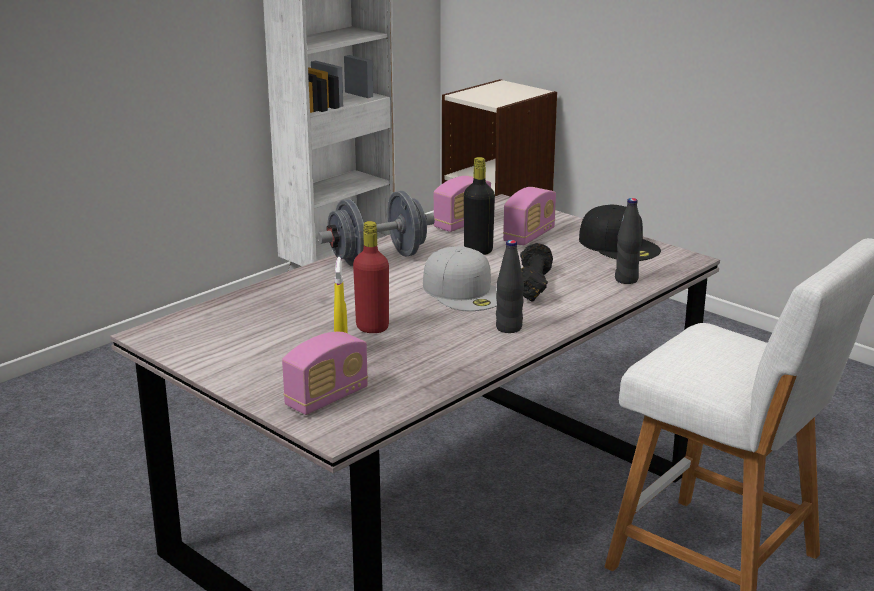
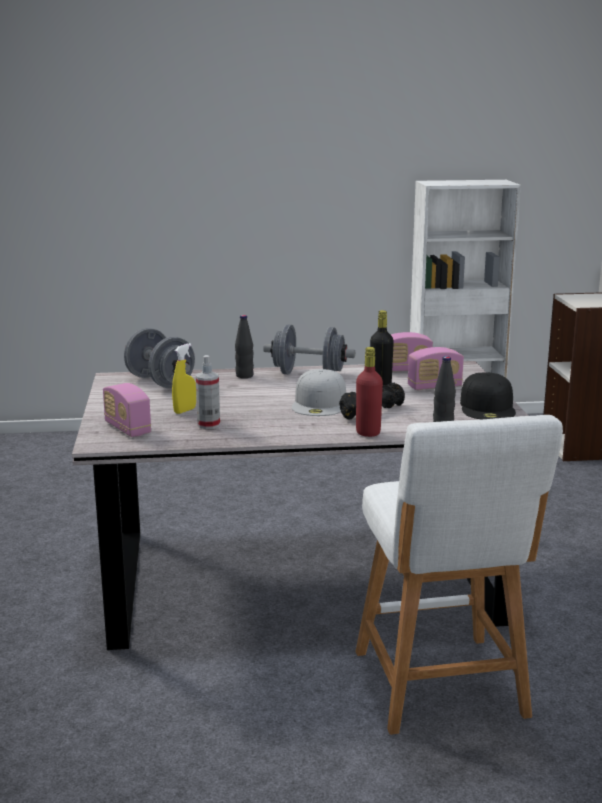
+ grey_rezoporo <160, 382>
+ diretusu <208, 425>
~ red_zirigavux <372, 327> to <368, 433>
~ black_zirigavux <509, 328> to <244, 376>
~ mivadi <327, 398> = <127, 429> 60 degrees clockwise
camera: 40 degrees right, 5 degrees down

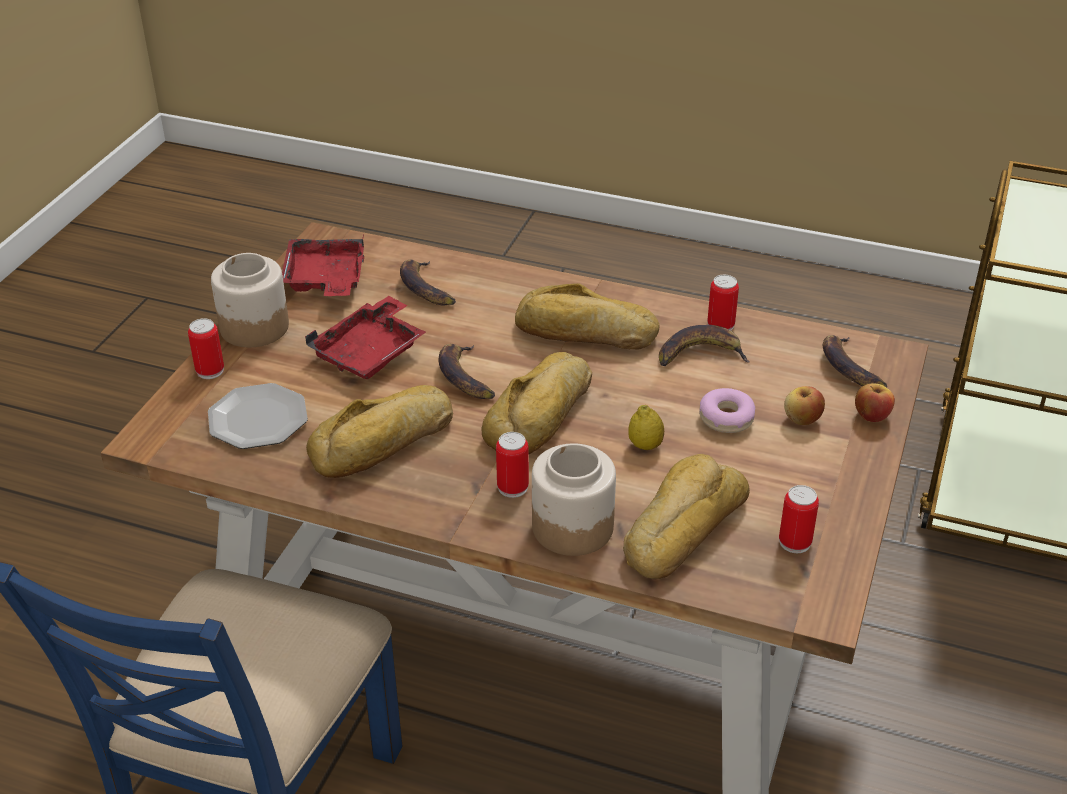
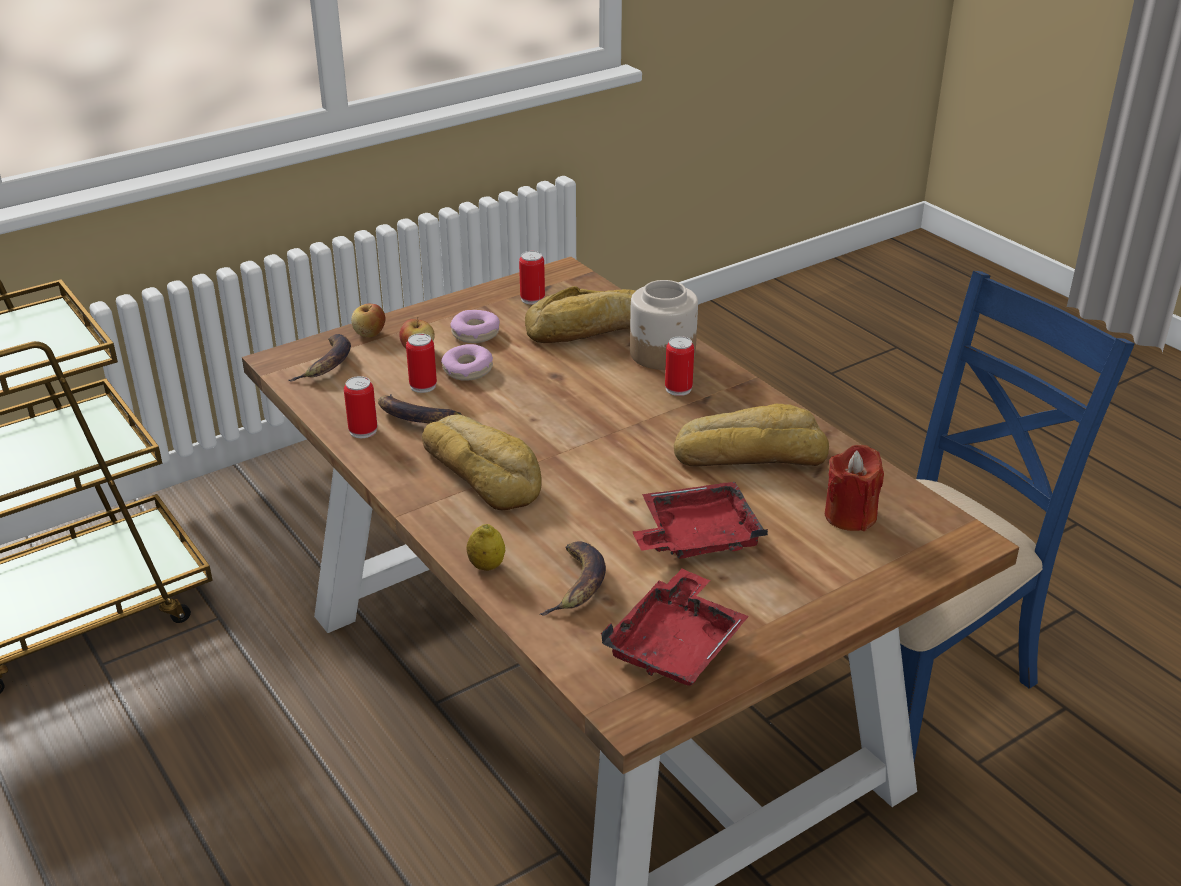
- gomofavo <254, 327>
- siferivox <464, 377>
- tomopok <543, 415>
+ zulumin <476, 333>
~ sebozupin <210, 371> to <423, 386>
~ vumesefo <645, 445> to <486, 566>
~ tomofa <259, 420> to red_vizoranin <850, 515>
camera: 145 degrees left, 5 degrees down

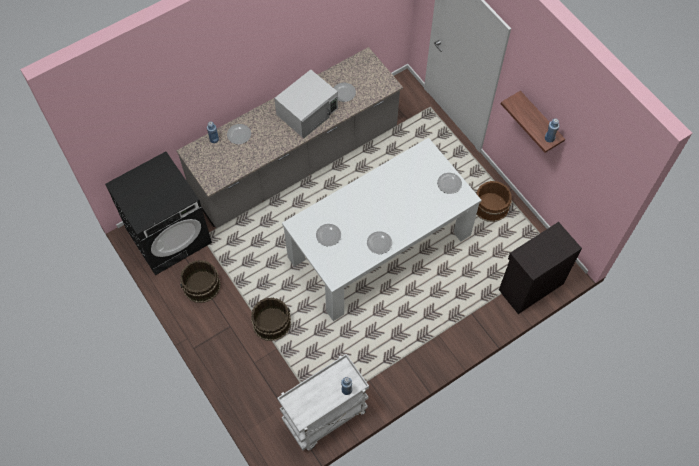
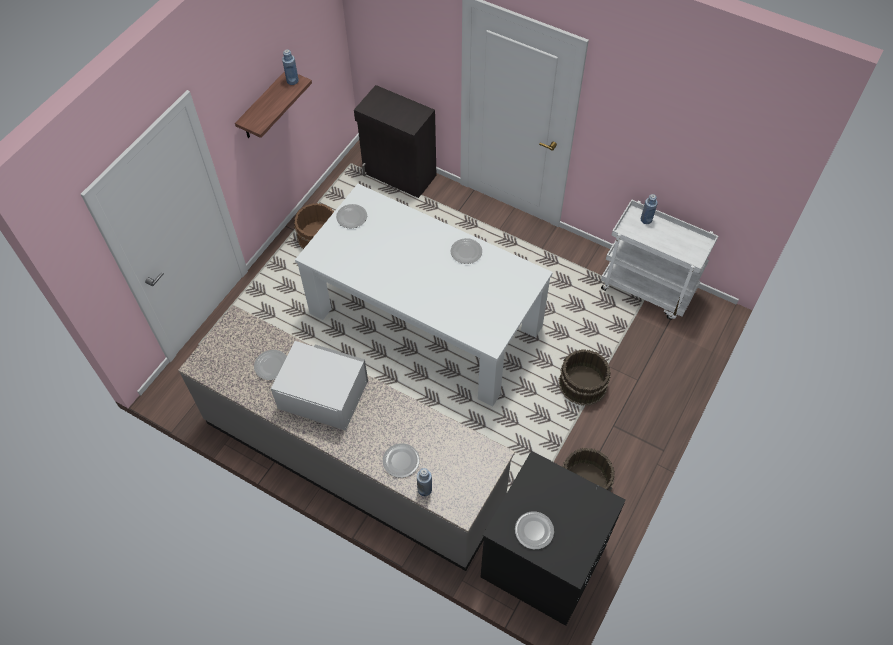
~ tomofa <328, 235> to <533, 531>
camera: 115 degrees left, 5 degrees down

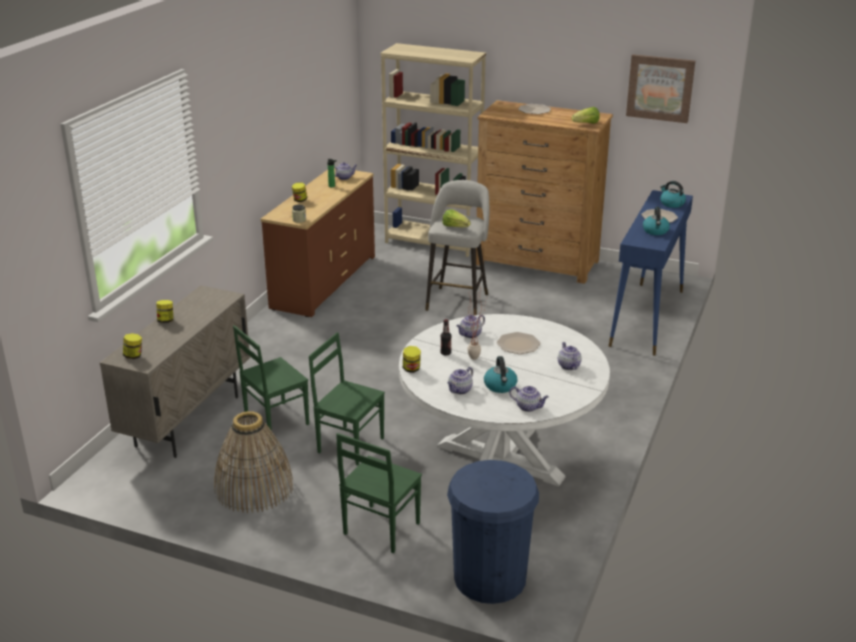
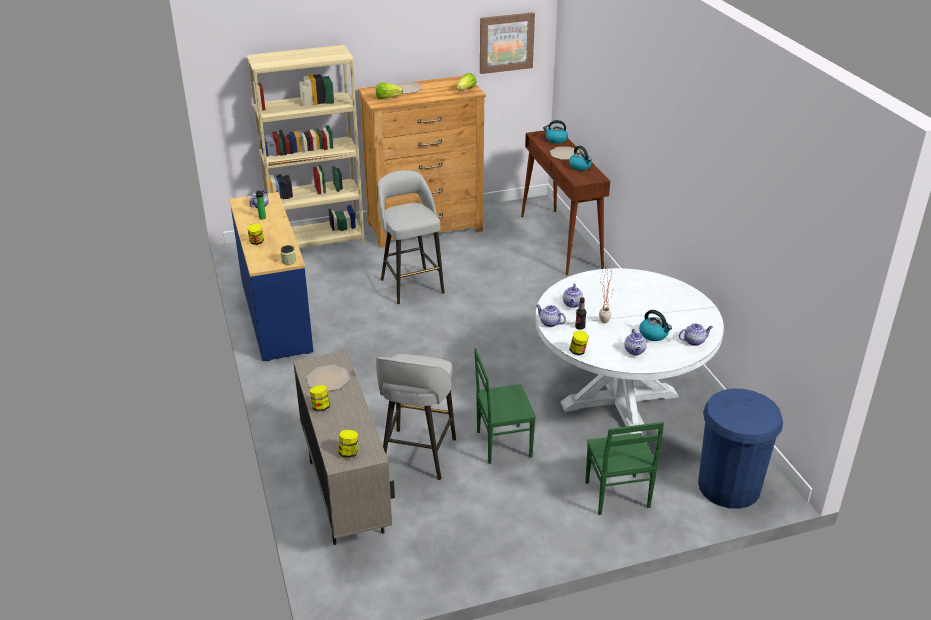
- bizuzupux <254, 488>
~ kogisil <455, 227> to <387, 98>
~ tomofa <518, 344> to <328, 379>
~ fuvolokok <568, 366> to <549, 323>
~ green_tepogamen <275, 420> to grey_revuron <417, 456>
~ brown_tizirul <323, 282> to blue_tizirul <275, 315>
~ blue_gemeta <647, 318> to brown_gemeta <561, 241>
camera: 40 degrees left, 5 degrees up

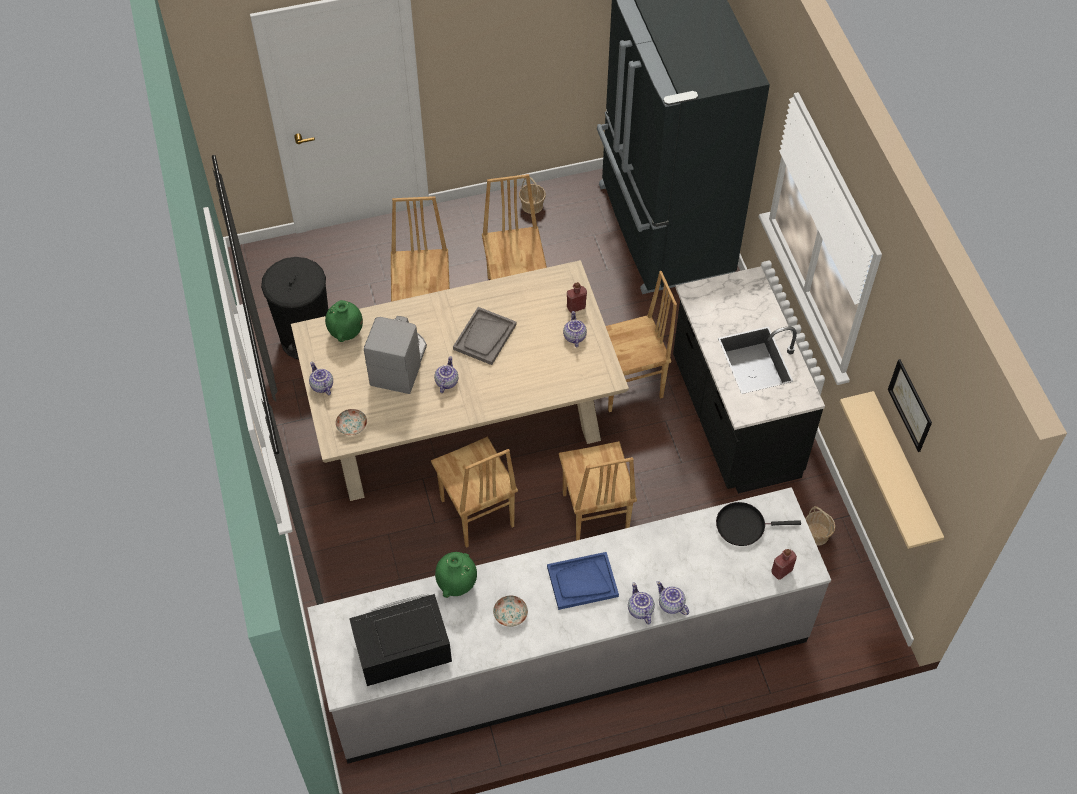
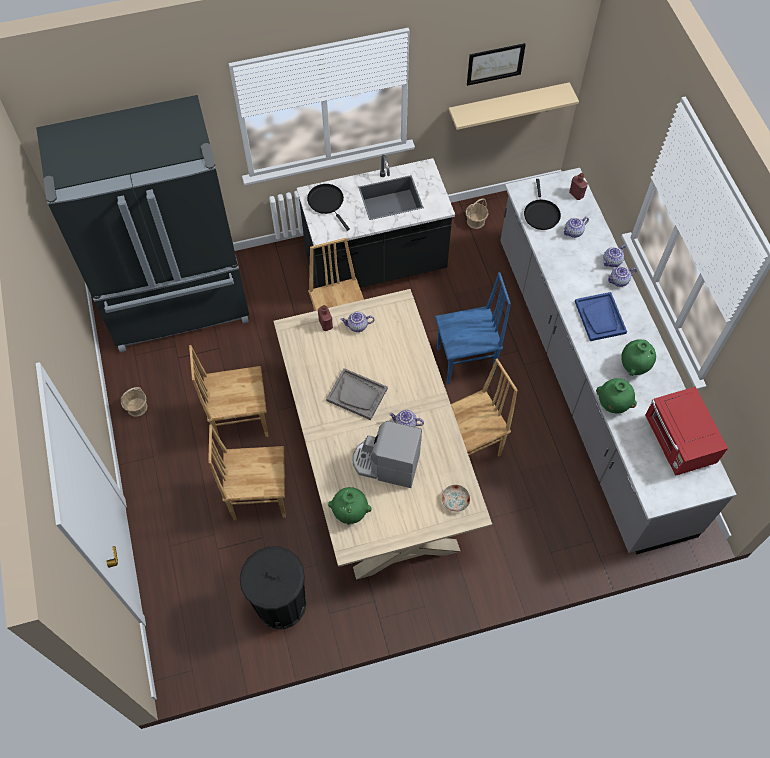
+ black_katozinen <327, 202>
~ fuvolokok <321, 386> to <573, 232>
~ tomofa <511, 614> to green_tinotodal <634, 366>
~ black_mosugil <401, 652> to red_mosugil <678, 442>
~ brown_tepogamen <594, 515> to blue_tepogamen <466, 362>
camera: 90 degrees left, 5 degrees up

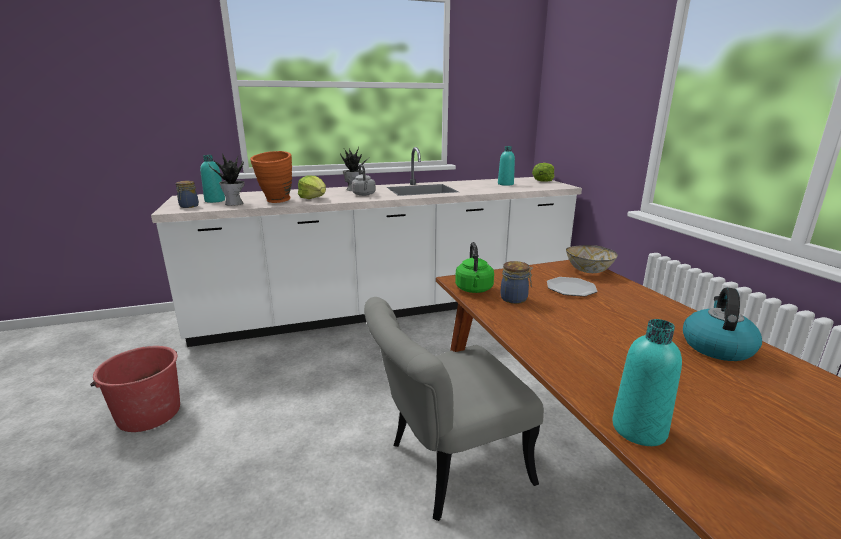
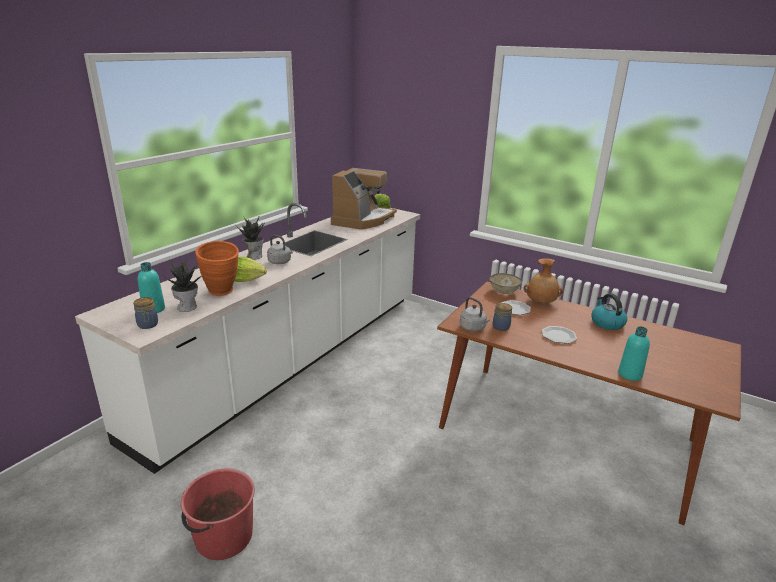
- grey_tepogamen <446, 467>
+ brown_tinotodal <541, 302>
+ tomofa <558, 336>
~ turquoise_zirigavux <505, 184> to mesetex <363, 220>
~ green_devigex <474, 290> to grey_devigex <473, 328>
camera: 40 degrees left, 5 degrees up

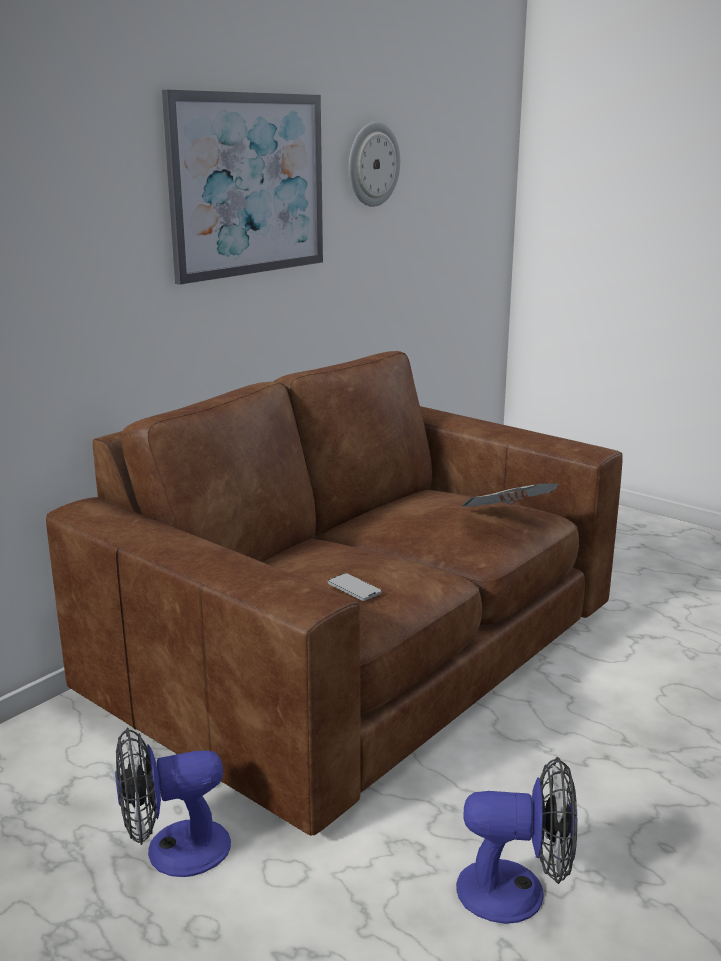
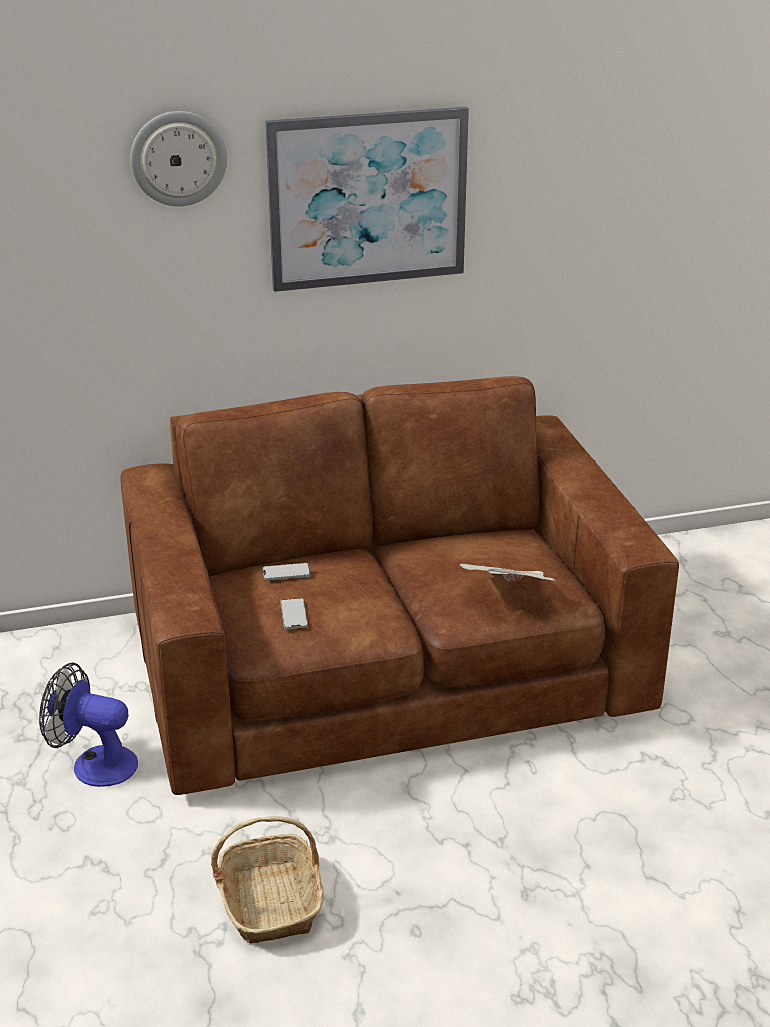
+ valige <286, 572>
~ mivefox <372, 164> to <178, 158>
~ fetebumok <517, 892> to bizuzupux <270, 901>
camera: 35 degrees right, 10 degrees up

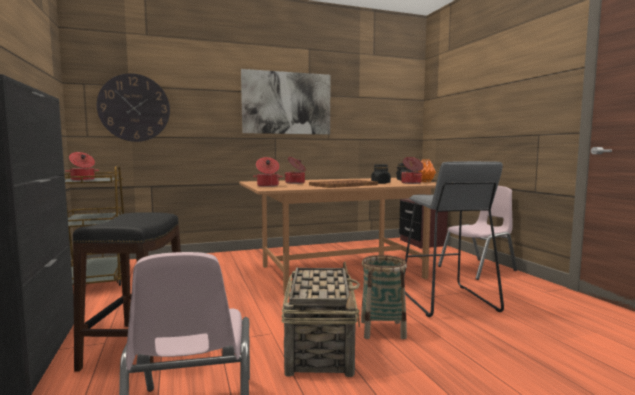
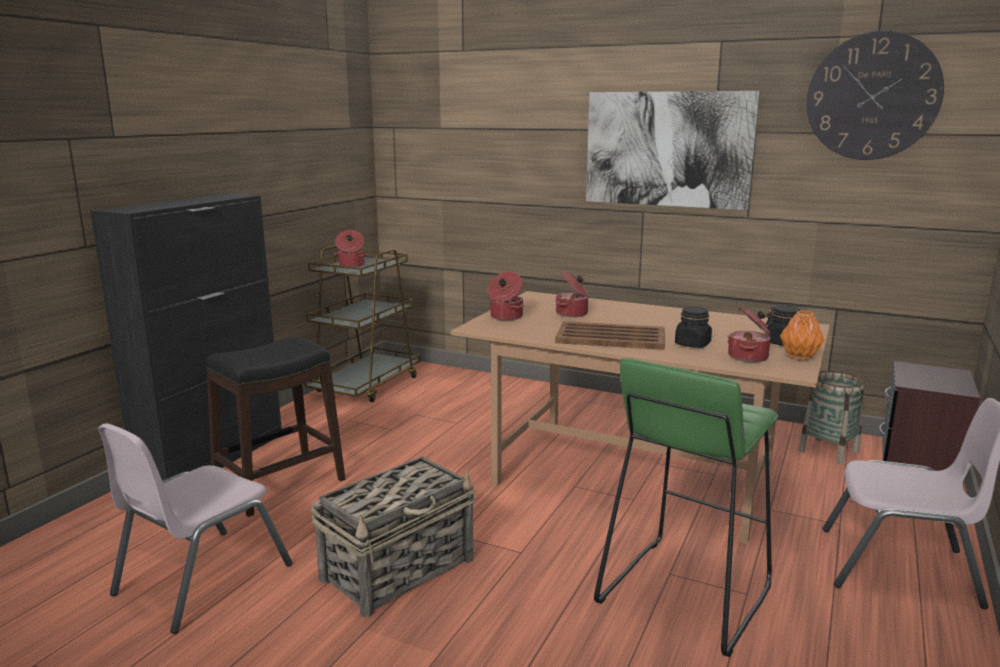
~ mivefox <134, 108> to <872, 96>
~ bizuzupux <382, 330> to <829, 451>
~ grey_revuron <447, 301> to green_revuron <683, 594>
camera: 45 degrees right, 10 degrees up

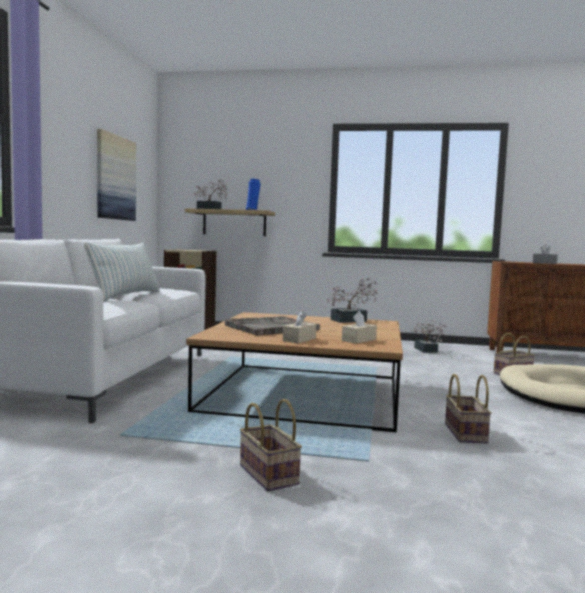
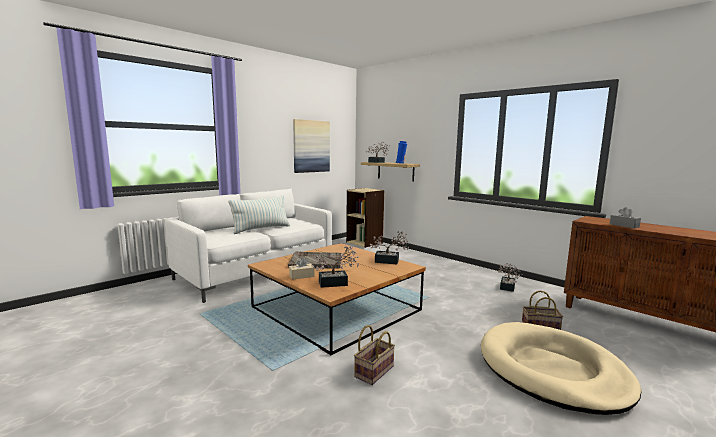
- bizuzupux <266, 474>
~ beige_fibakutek <359, 340> to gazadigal <336, 283>
camera: 35 degrees right, 5 degrees up

